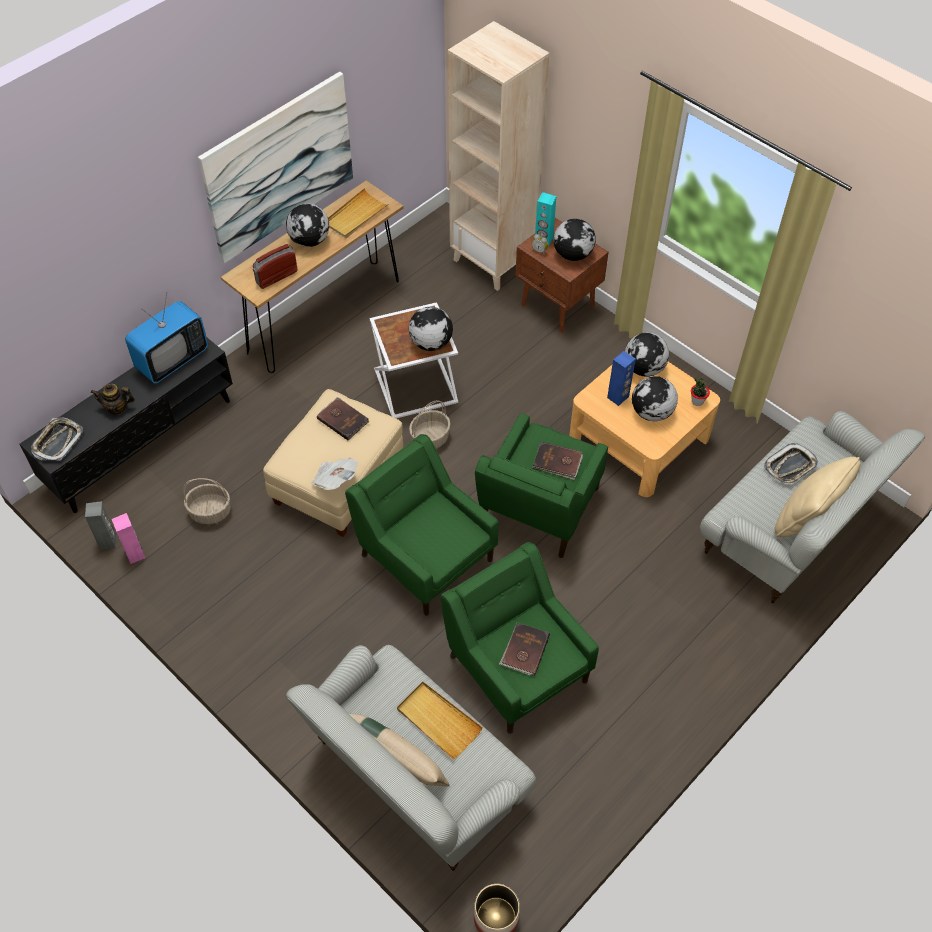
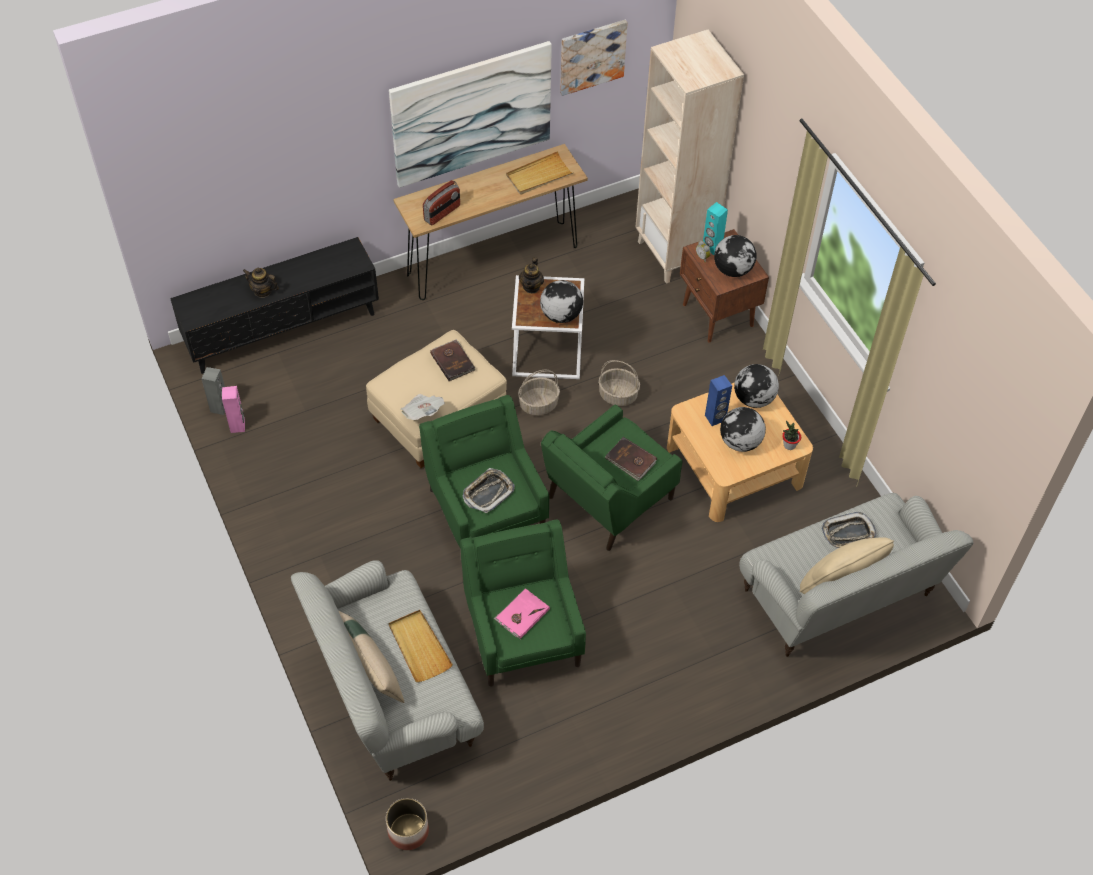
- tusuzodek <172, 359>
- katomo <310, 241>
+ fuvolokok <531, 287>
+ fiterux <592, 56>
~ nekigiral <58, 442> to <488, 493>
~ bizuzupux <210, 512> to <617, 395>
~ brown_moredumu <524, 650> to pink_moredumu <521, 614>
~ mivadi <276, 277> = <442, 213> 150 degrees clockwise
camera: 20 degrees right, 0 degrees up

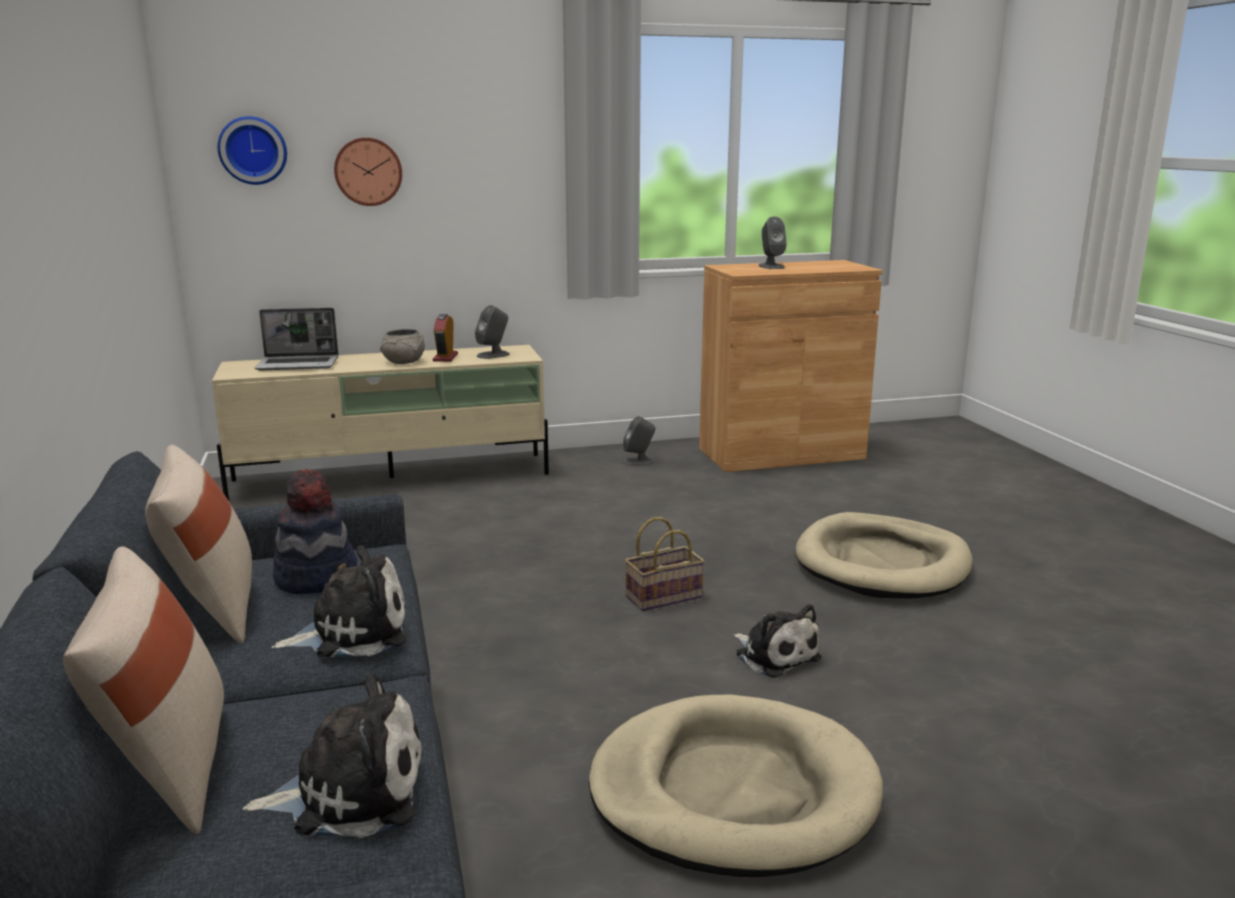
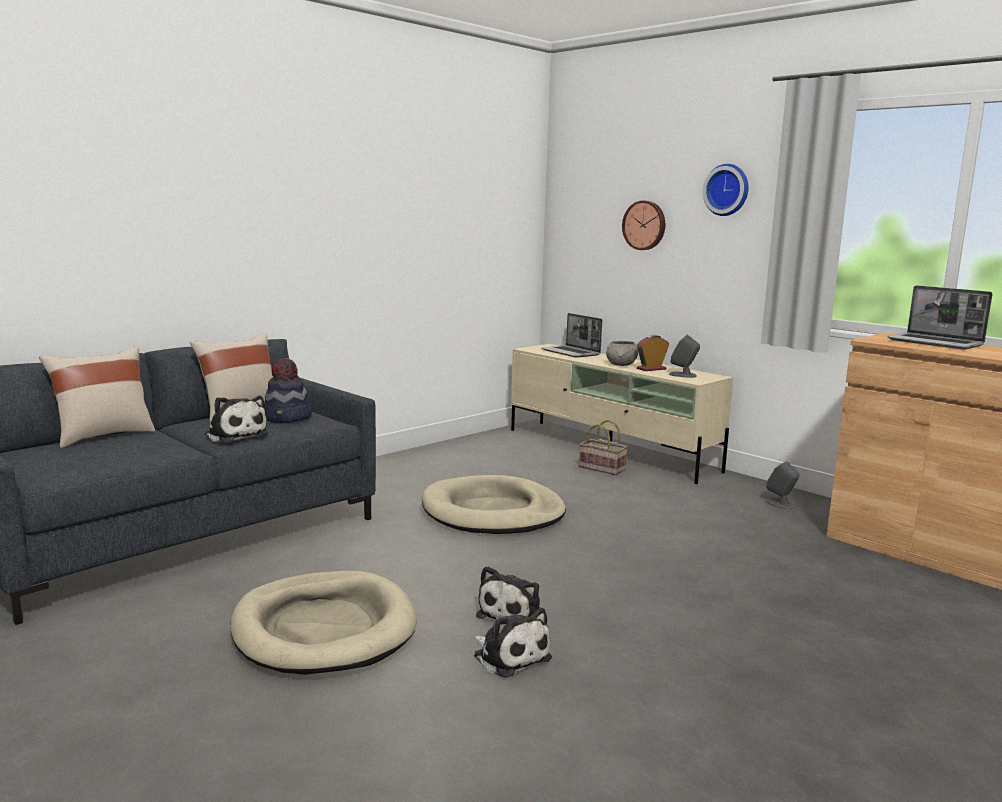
~ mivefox <253, 150> to <727, 190>
~ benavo <351, 791> to <510, 656>
~ bizuzupux <664, 596> to <603, 468>
~ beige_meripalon <882, 563> to <493, 512>
~ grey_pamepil <771, 266> to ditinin <936, 343>
camera: 60 degrees right, 5 degrees down

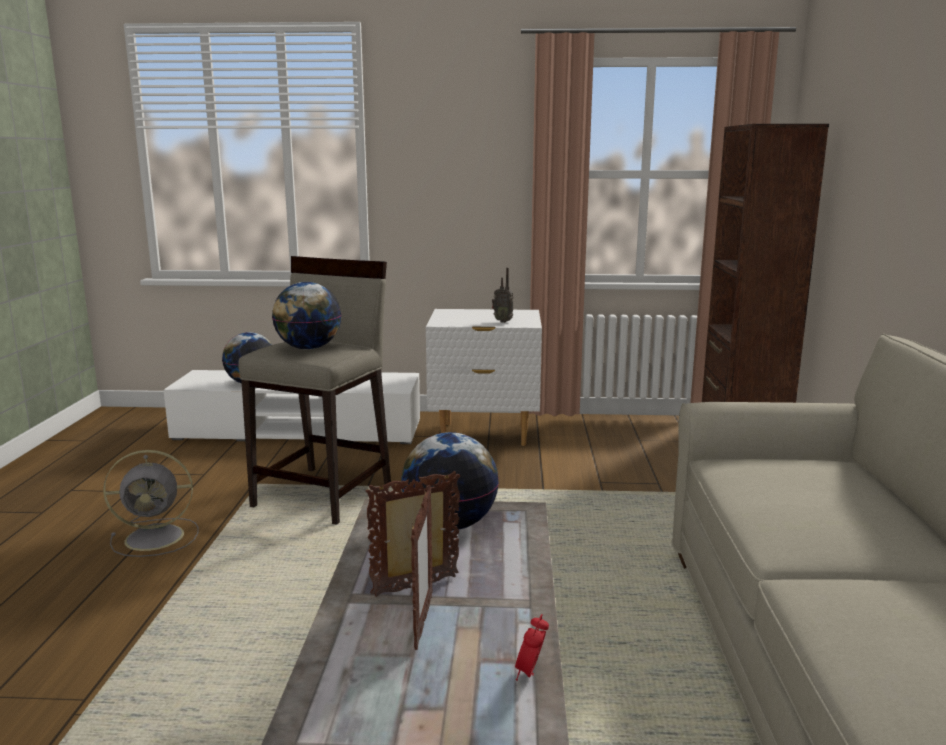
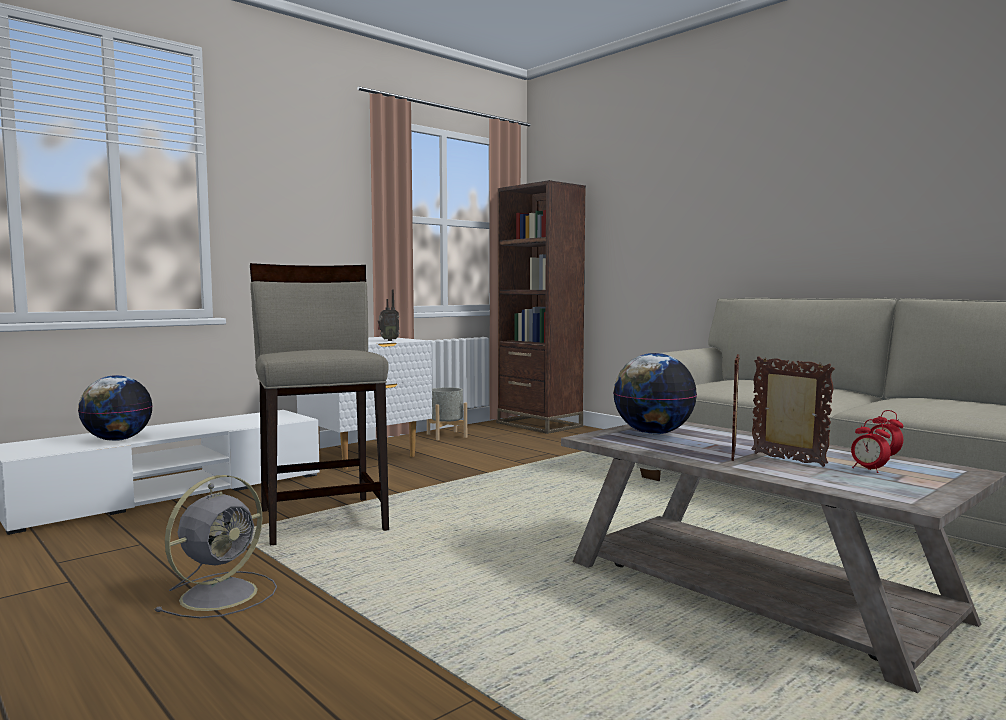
- katomo <308, 348>
+ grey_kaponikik <447, 435>
+ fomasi <868, 470>
camera: 45 degrees left, 10 degrees down

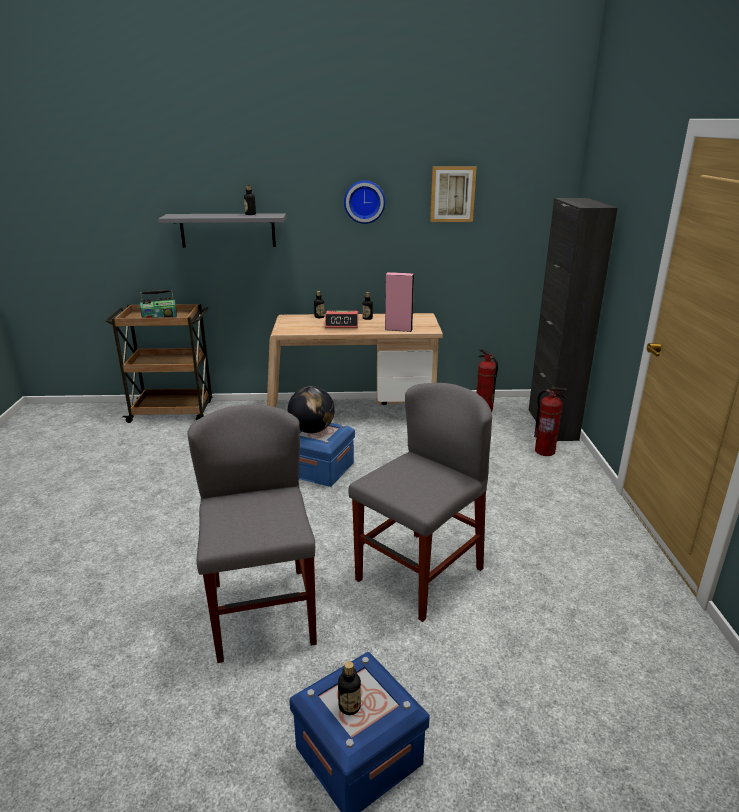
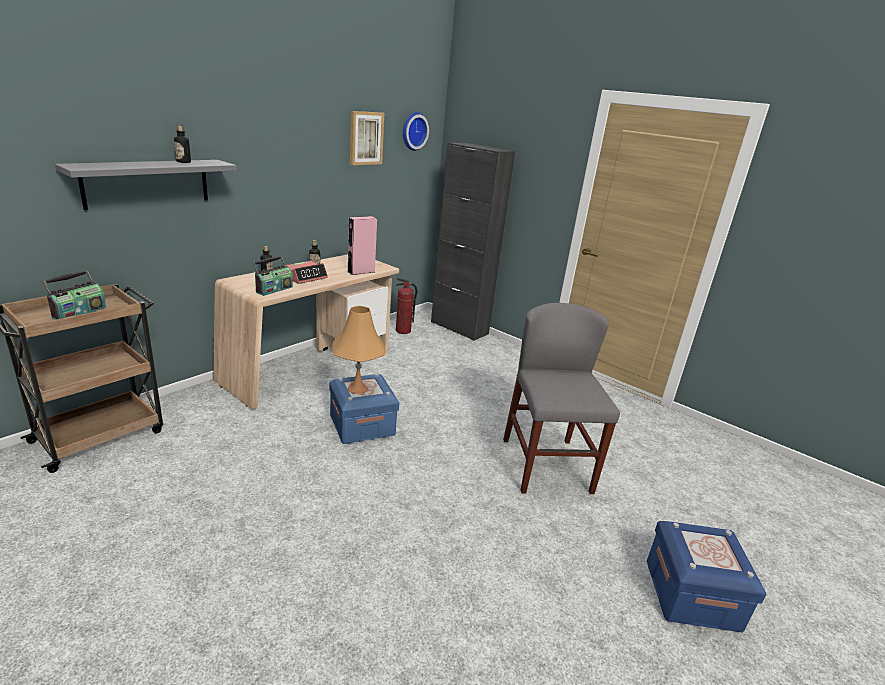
- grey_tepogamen <262, 613>
- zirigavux <349, 706>
- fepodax <545, 451>
+ mivadi <274, 289>
~ mivefox <364, 201> to <413, 131>
~ katomo <312, 430> to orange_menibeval <357, 388>
camera: 50 degrees left, 0 degrees up

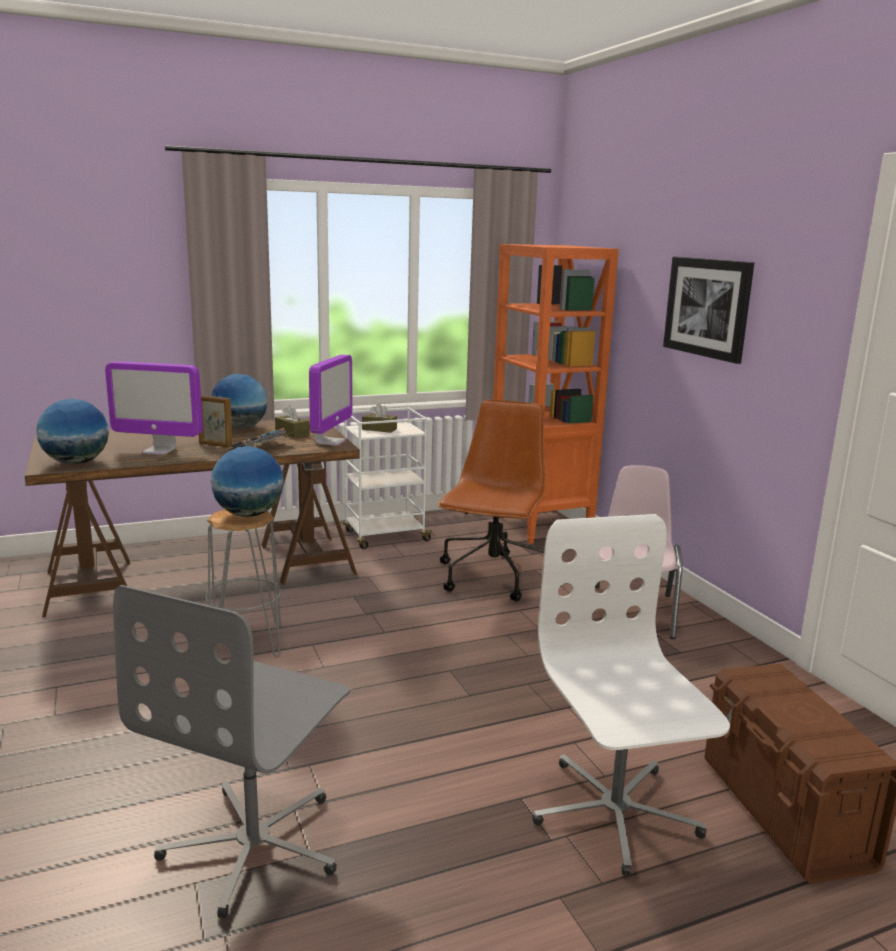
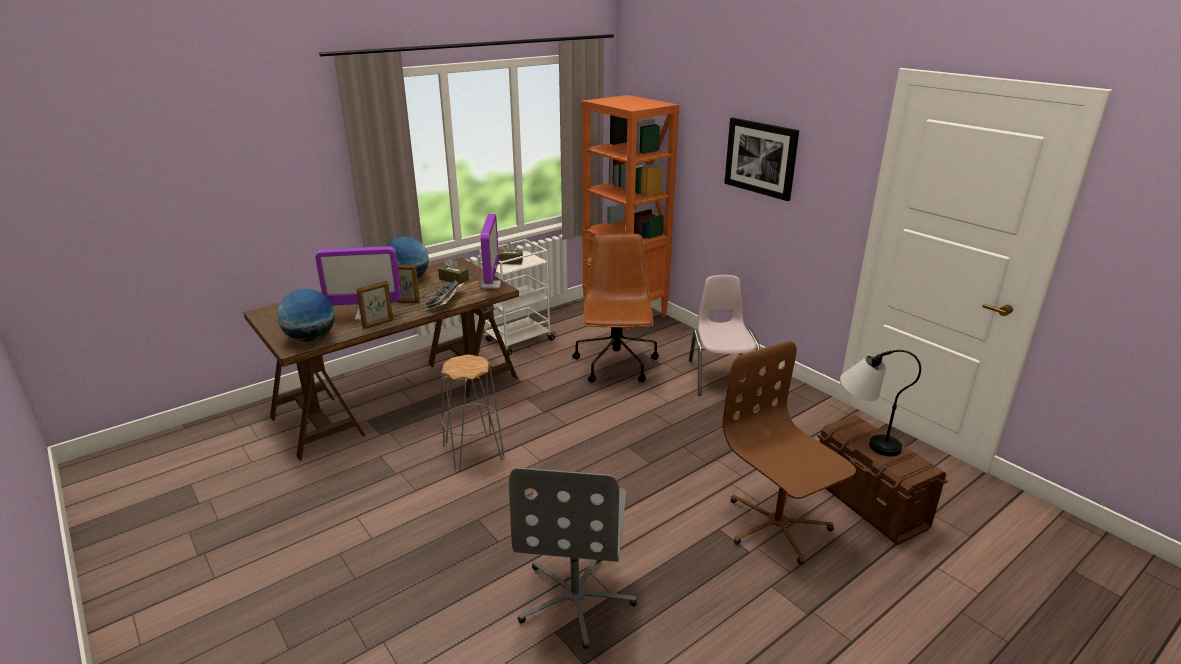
- katomo <249, 514>
+ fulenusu <378, 324>
+ menibeval <863, 439>
~ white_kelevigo <614, 813> to brown_kelevigo <776, 526>
camera: 15 degrees left, 10 degrees up

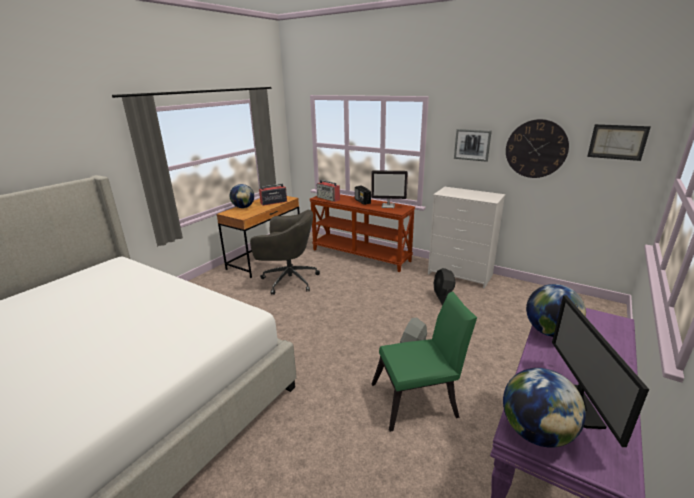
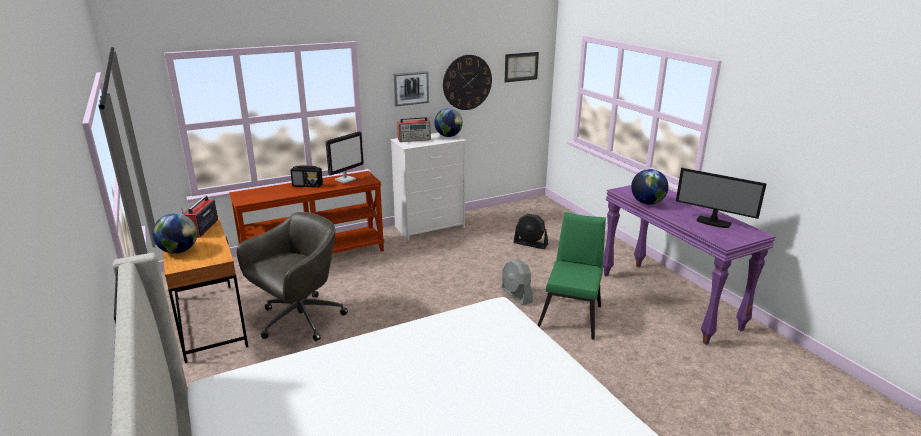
~ mivadi <328, 198> to <415, 139>
~ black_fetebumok <443, 298> to <530, 244>
~ katomo <536, 432> to <448, 136>
camera: 60 degrees left, 0 degrees up

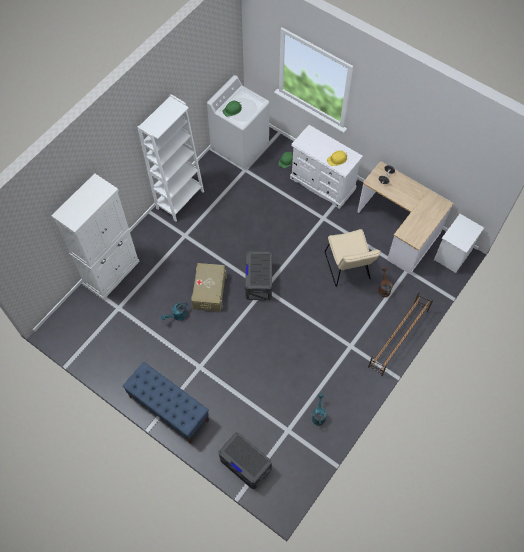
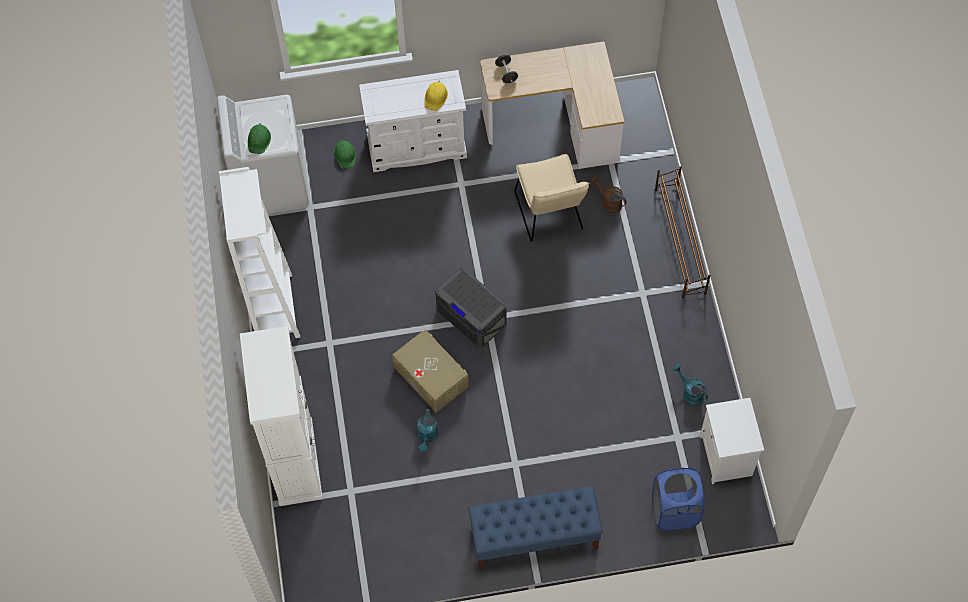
~ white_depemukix <452, 256> to <727, 457>
~ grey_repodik <245, 464> to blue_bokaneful <674, 511>
~ beige_tepogamen <348, 269> = <550, 215> 45 degrees clockwise
camera: 45 degrees left, 0 degrees up

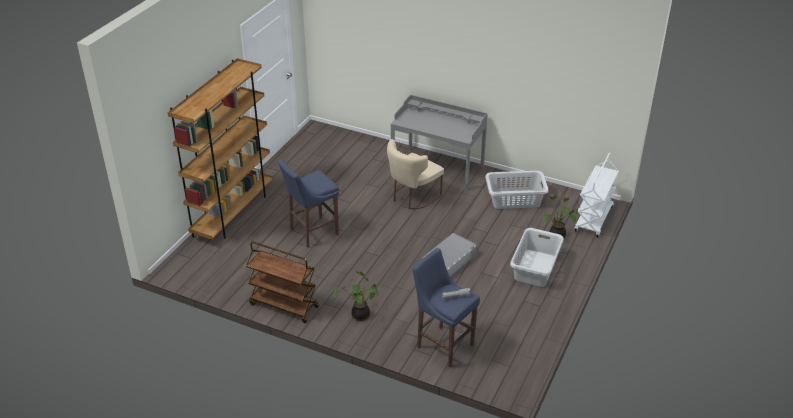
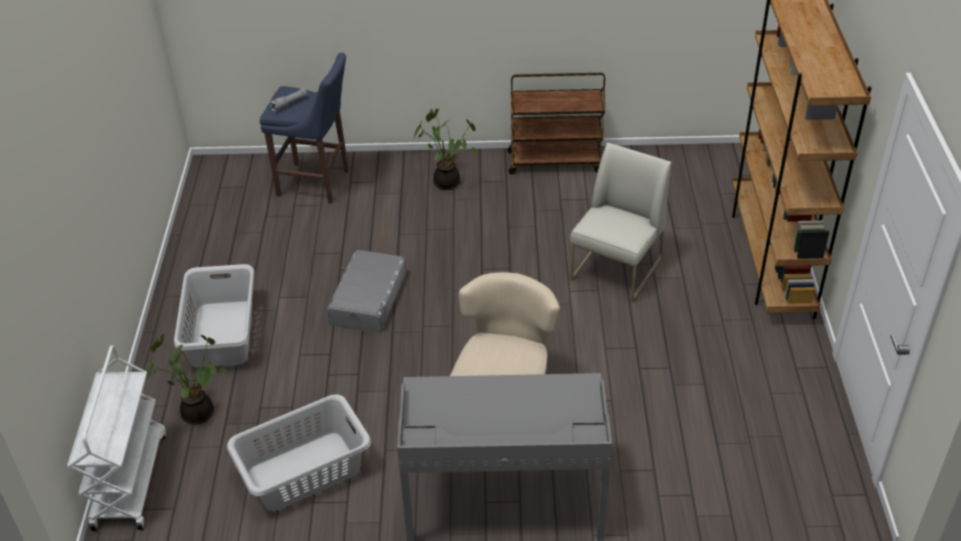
~ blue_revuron <312, 232> to white_tepogamen <616, 270>
camera: 155 degrees right, 5 degrees up

